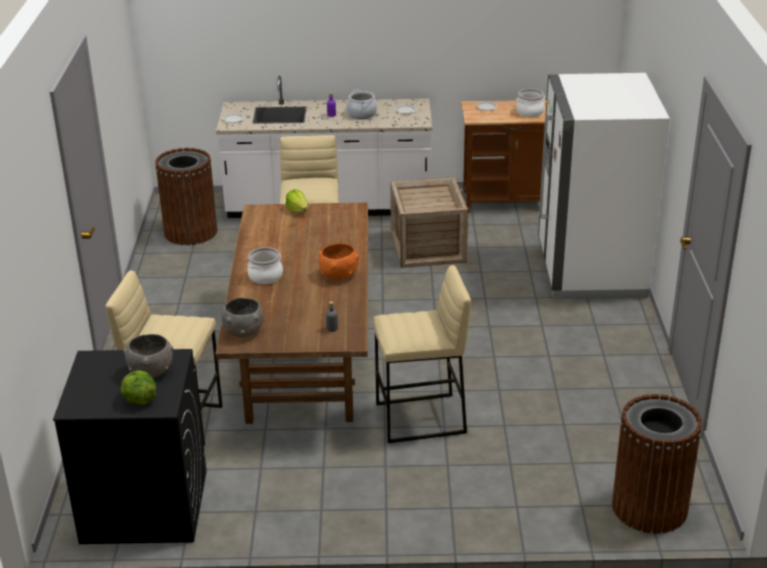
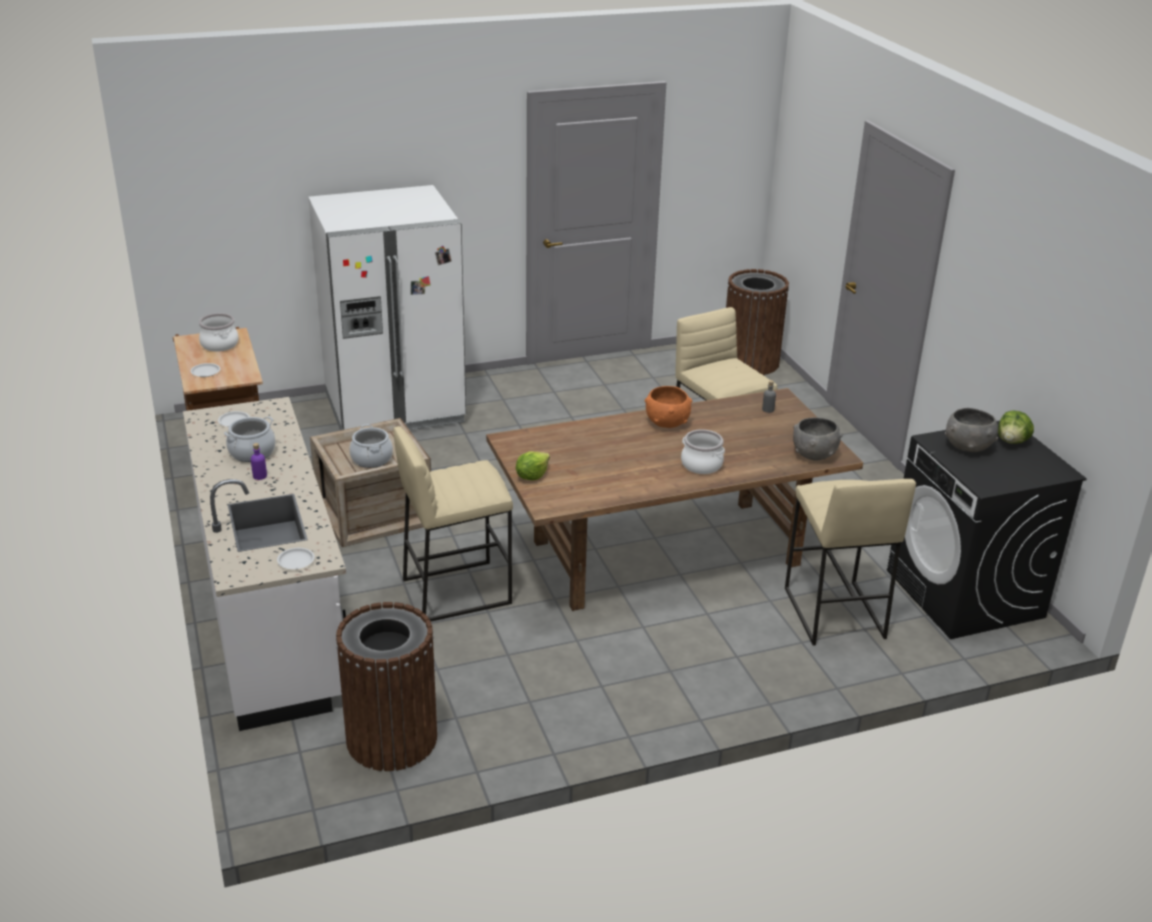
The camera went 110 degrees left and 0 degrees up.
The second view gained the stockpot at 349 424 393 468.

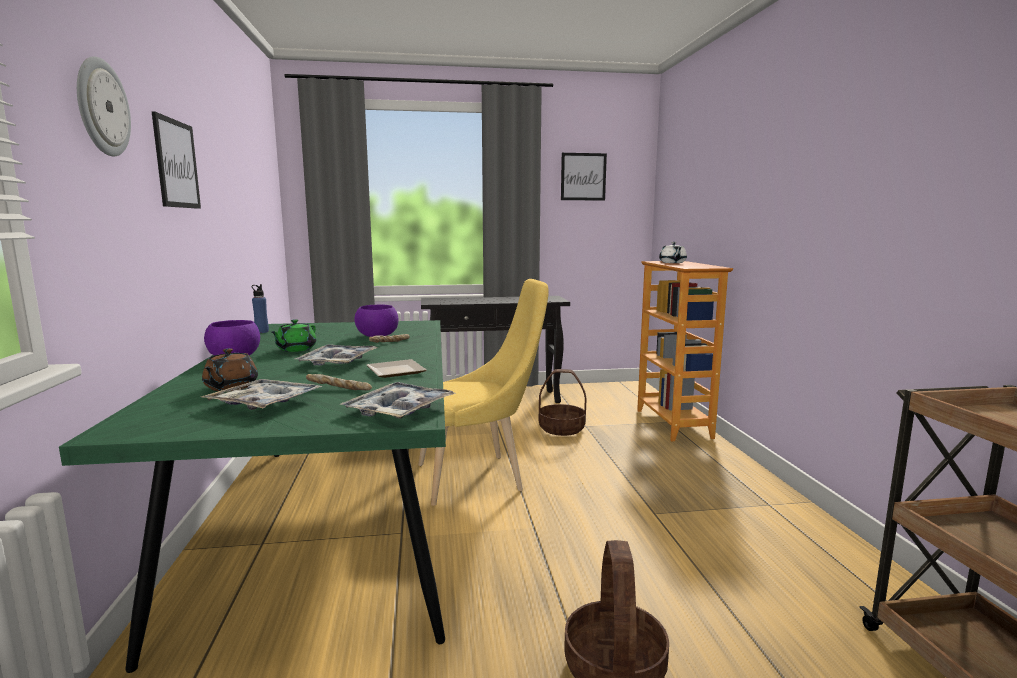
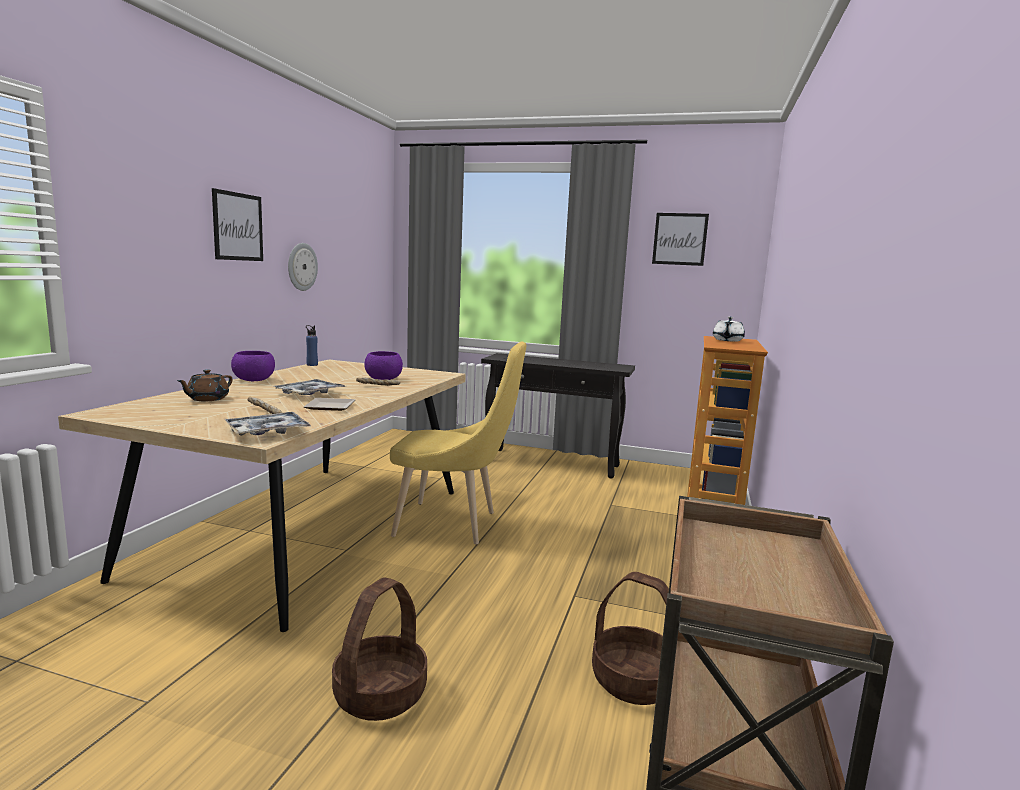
The camera went 25 degrees right and 0 degrees up.
The second view lost the tray at 201 379 322 410.
The second view lost the pot for tea (greenish) at 271 319 317 352.
The wall clock ended up elsewhere, having gone from 77 56 131 156 to 288 243 318 291.
The household basket ended up elsewhere, having gone from 539 369 587 436 to 592 572 669 705.
What was the dinner table (greenish) at 59 320 446 673 turned into the dinner table (beige) at 58 360 466 632.

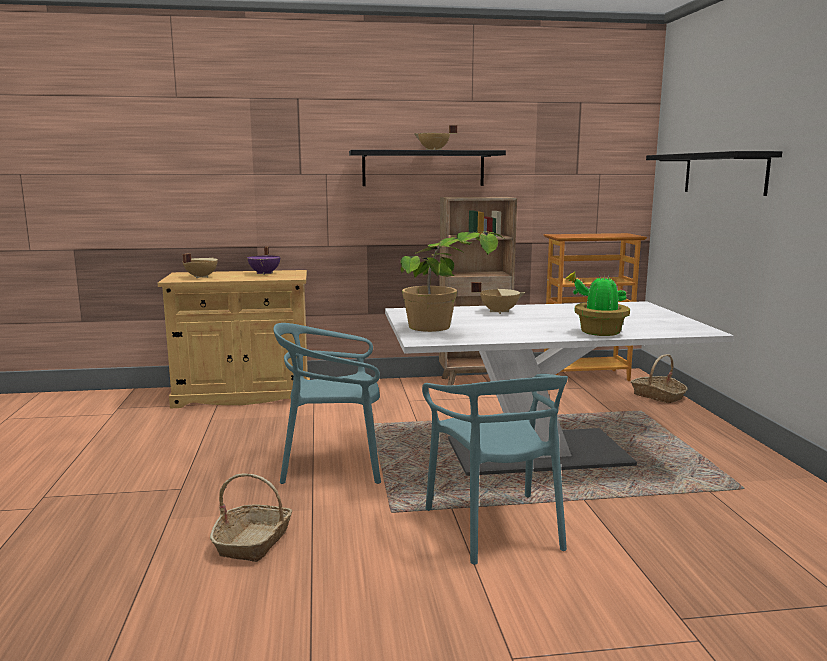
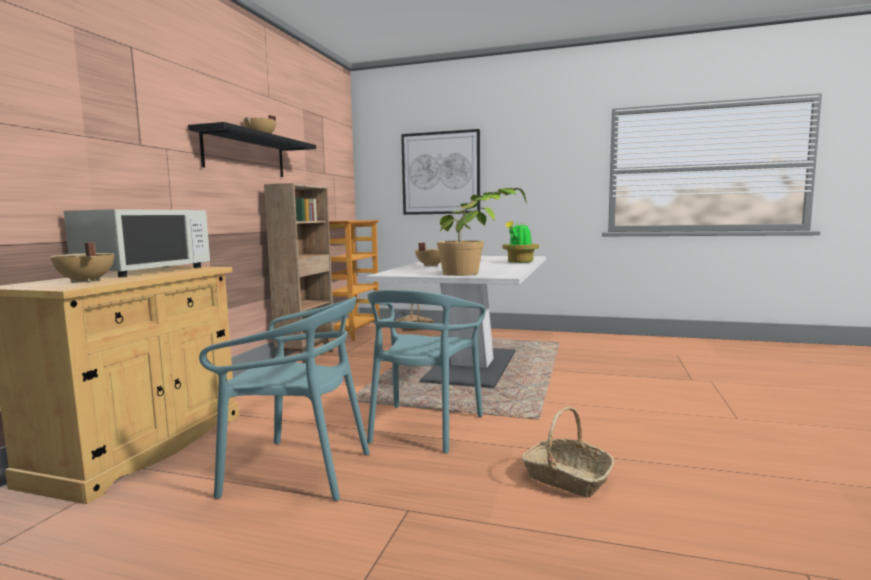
The camera went 65 degrees left and 5 degrees down.
The chair (blue-green) ended up elsewhere, having gone from 422 374 568 565 to 199 297 370 501.
Where the stockpot (purple) stood at 247 246 281 275, the microwave oven (white) came to stand at 64 209 210 277.
Where the wall shelf (black-coloured) hung at 646 151 782 196, the wall art came to hang at 401 129 480 215.

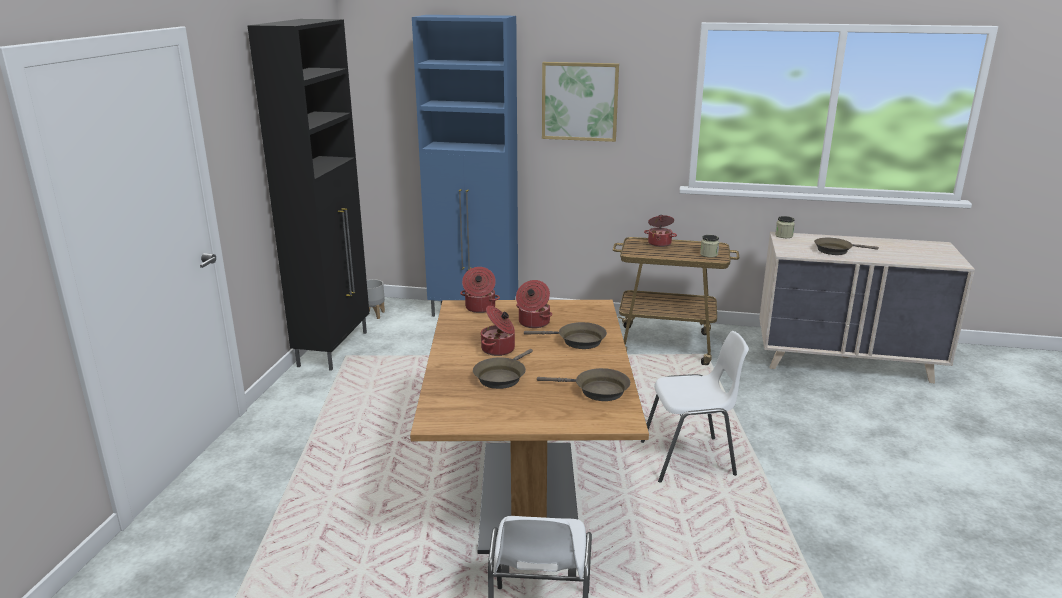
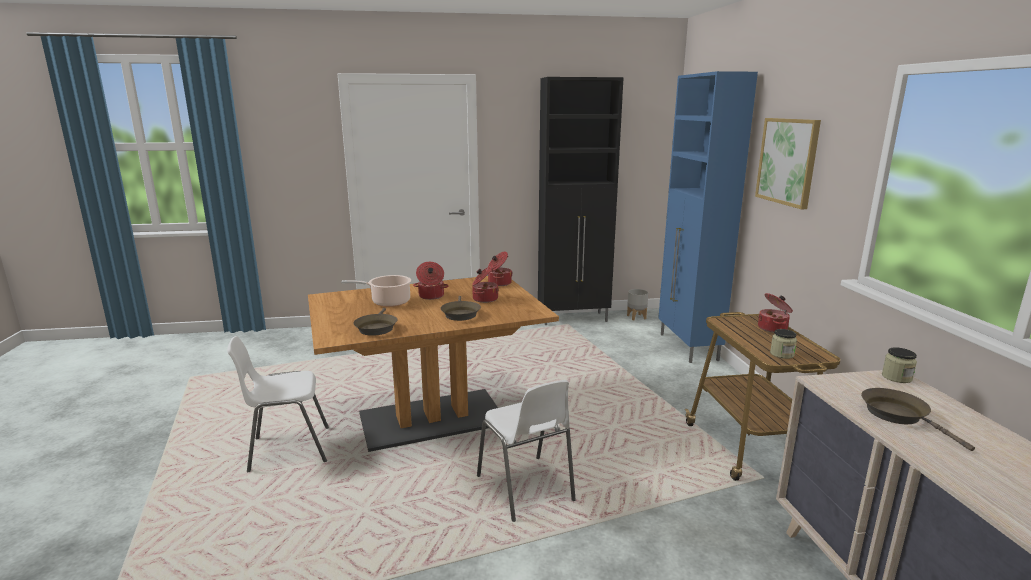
The camera went 70 degrees right and 5 degrees down.
Where the frying pan (brown-coloured) stood at 473 349 533 389, the stockpot came to stand at 341 275 411 307.

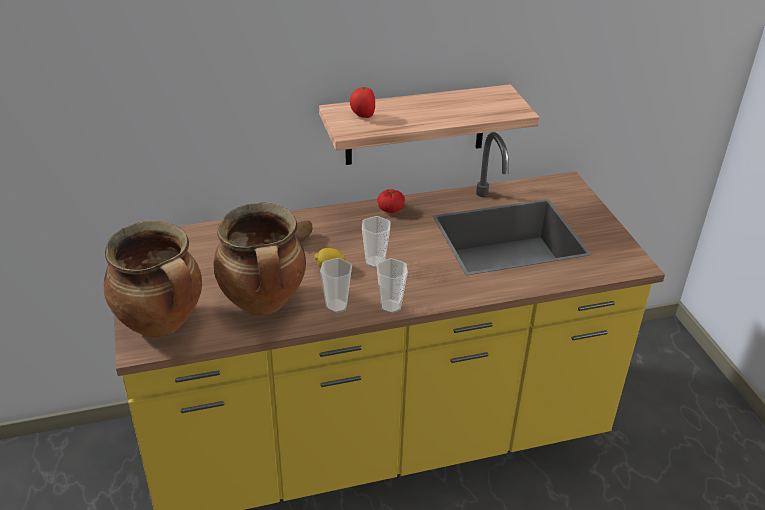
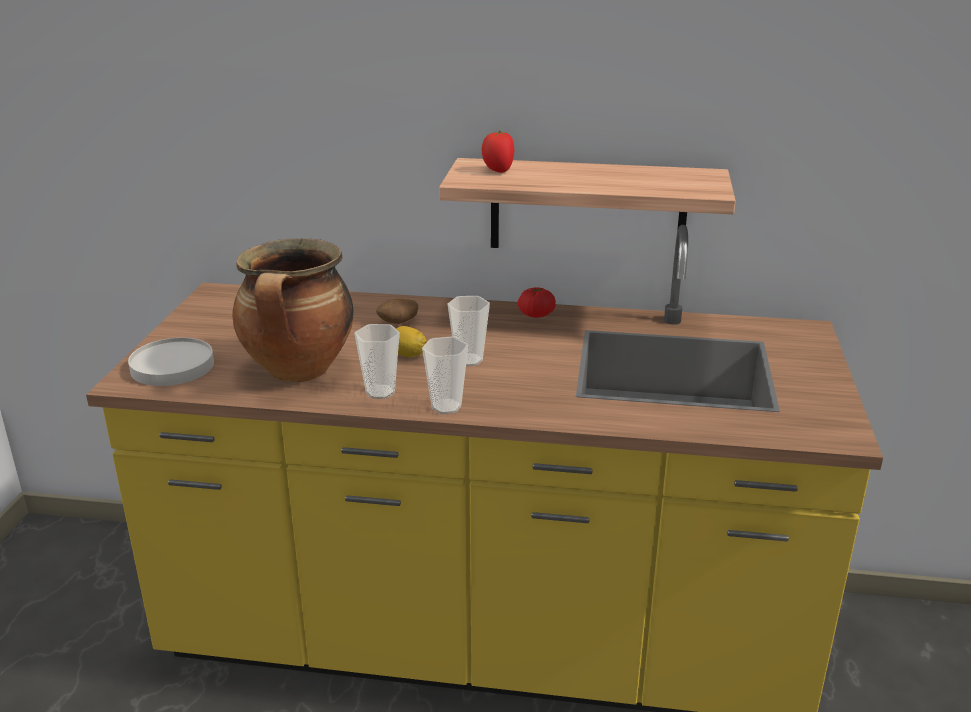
The camera went 25 degrees right and 10 degrees down.
Where the stockpot stood at 104 221 202 338, the dinner plate (white) came to stand at 128 337 214 386.

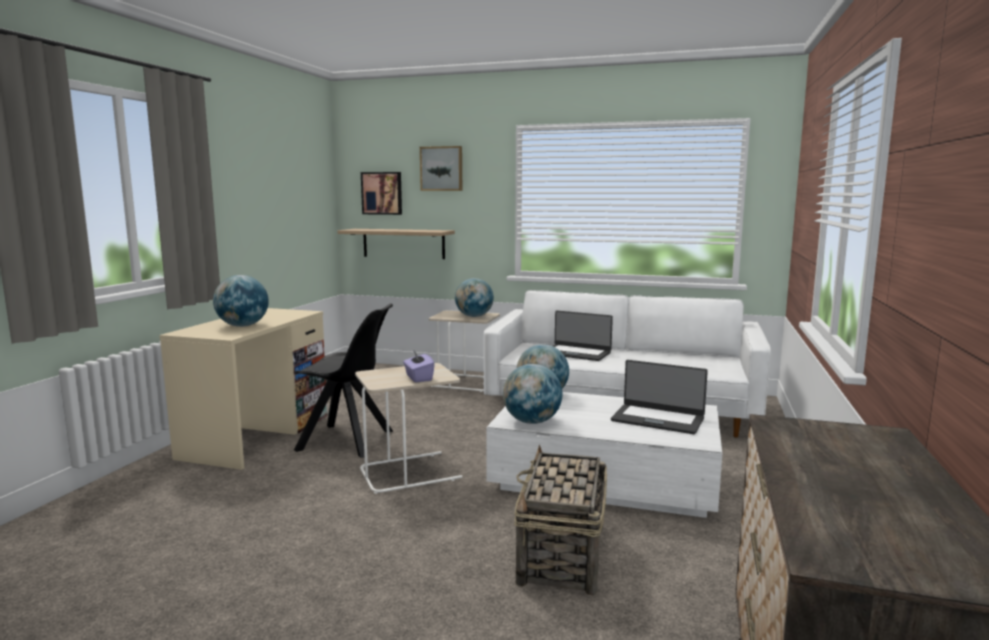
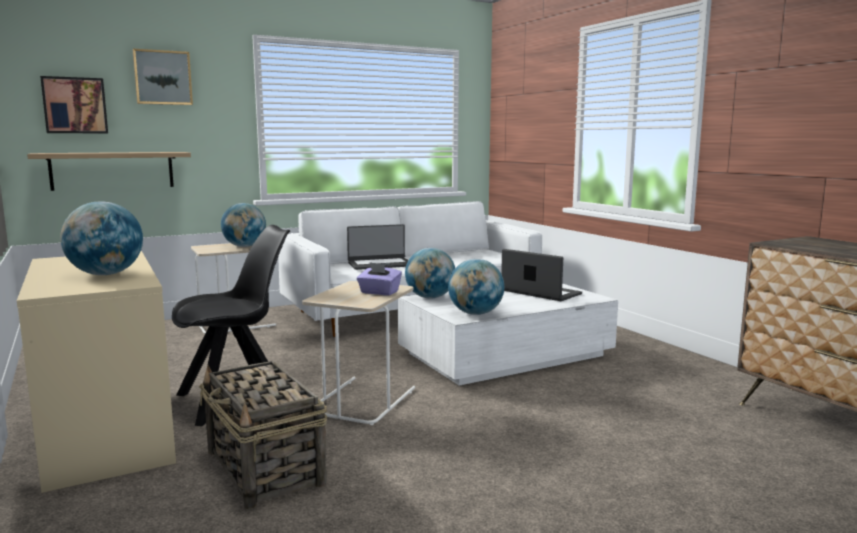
The camera went 45 degrees left and 0 degrees up.
The household basket ended up elsewhere, having gone from 514 445 607 595 to 199 361 327 509.
The laptop at 611 360 708 434 ended up facing another way, 120 degrees counterclockwise from before.

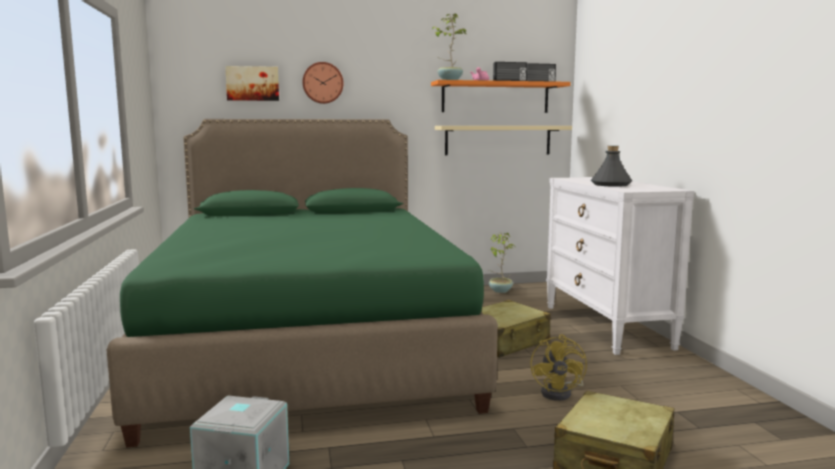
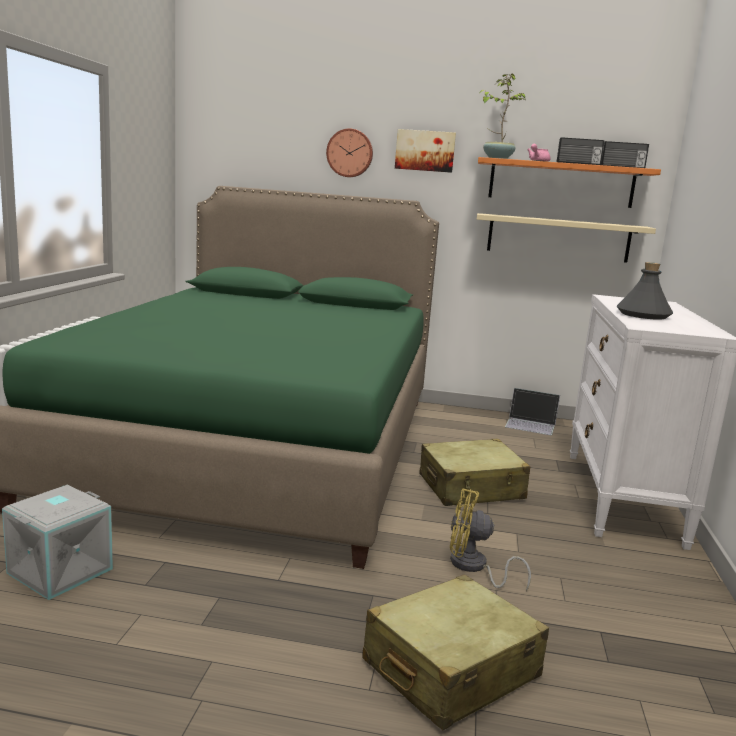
The camera went 20 degrees right and 5 degrees up.
The wall art ended up elsewhere, having gone from 225 66 279 101 to 395 129 456 173.
Where the houseplant stood at 489 232 515 293, the laptop came to stand at 505 388 560 435.
The electric fan (yellowish) at 530 334 587 401 ended up facing another way, 75 degrees clockwise from before.

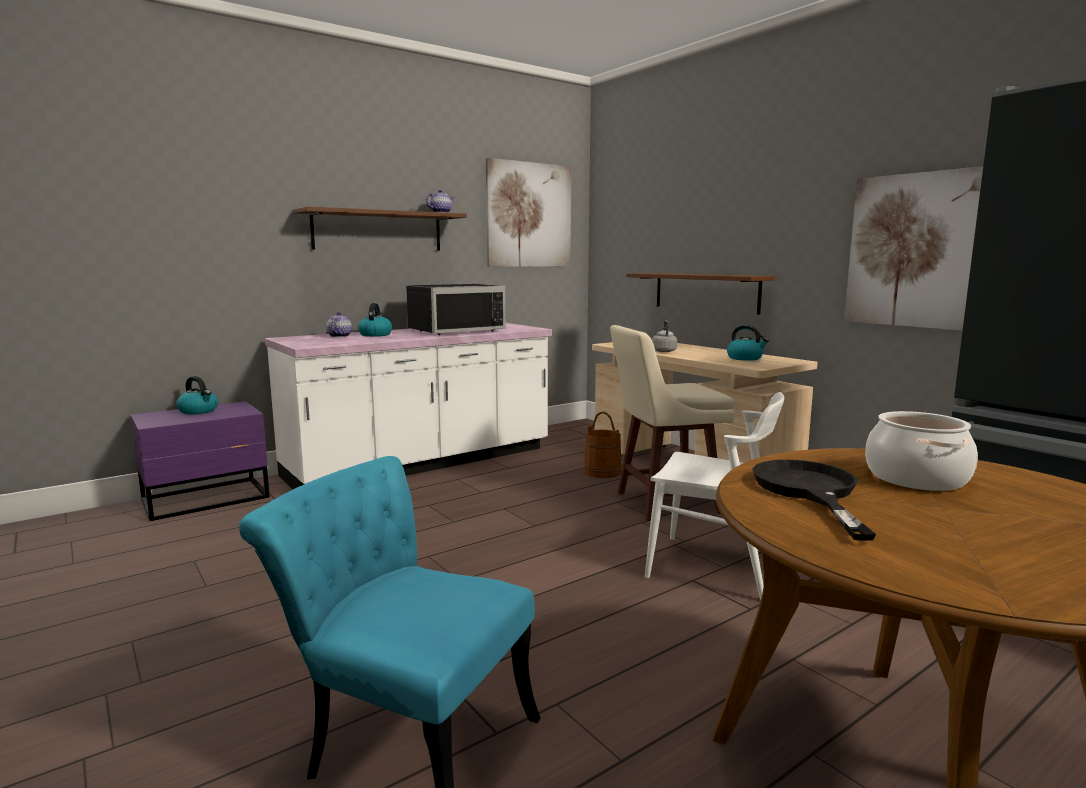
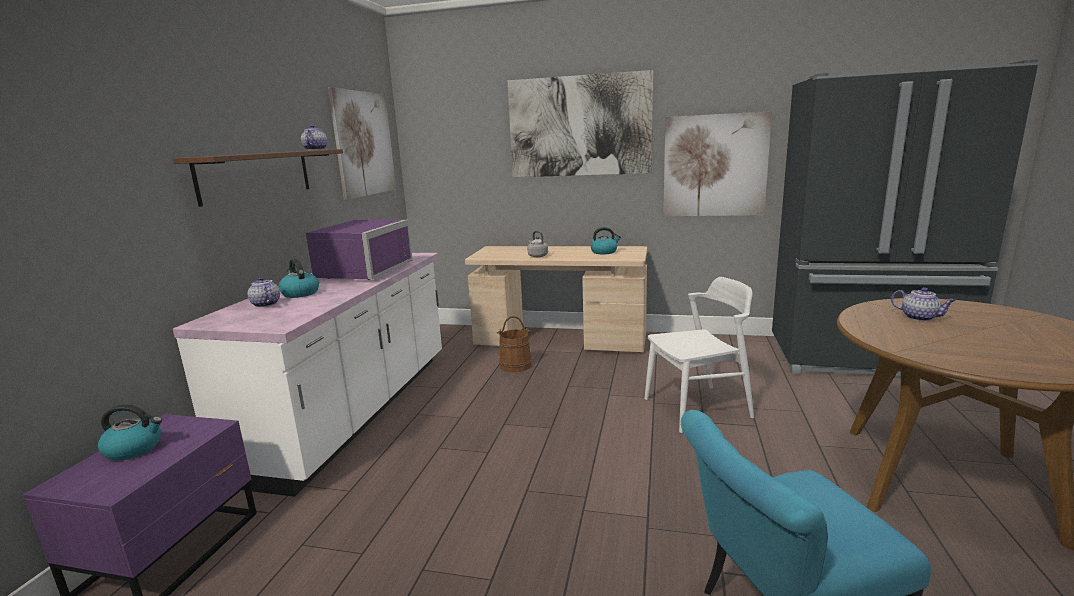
The camera went 40 degrees left and 5 degrees up.
The second view lost the sitting stool (beige) at 610 325 735 521.
The second view lost the wall shelf (brown-coloured) at 626 273 775 315.
The second view lost the frying pan (black-coloured) at 753 460 876 541.
The second view gained the wall art at 507 70 653 177.
Where the stockpot stood at 865 411 978 491, the pot for tea came to stand at 891 287 956 321.
What was the microwave oven (black-coloured) at 406 284 506 335 turned into the microwave oven (purple) at 306 220 413 280.

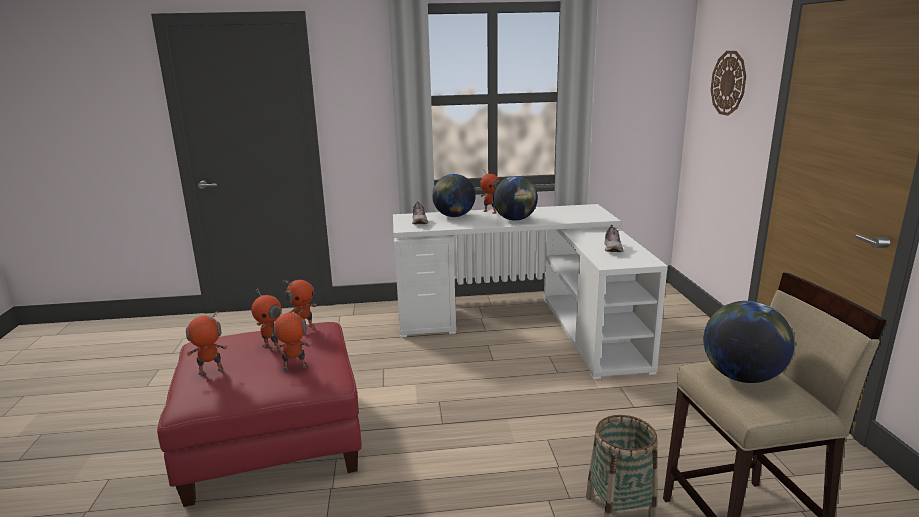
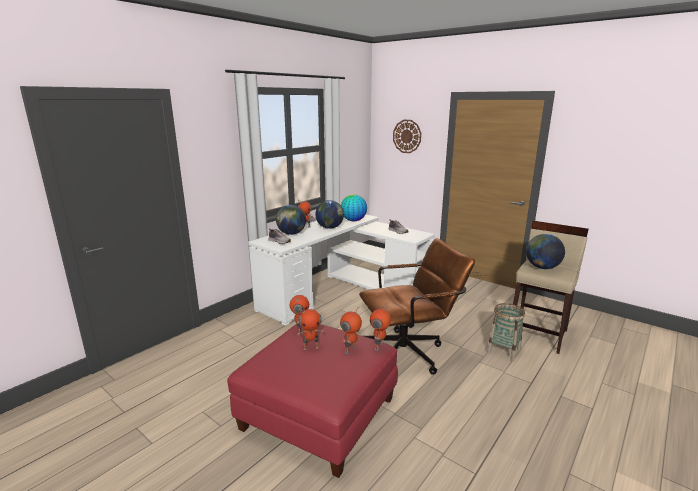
The camera went 45 degrees left and 0 degrees up.
The second view gained the globe at 341 195 367 221.
The second view gained the office chair (brown-coloured) at 359 238 475 375.
The robot figure ended up elsewhere, having gone from 186 312 228 375 to 370 304 391 351.

